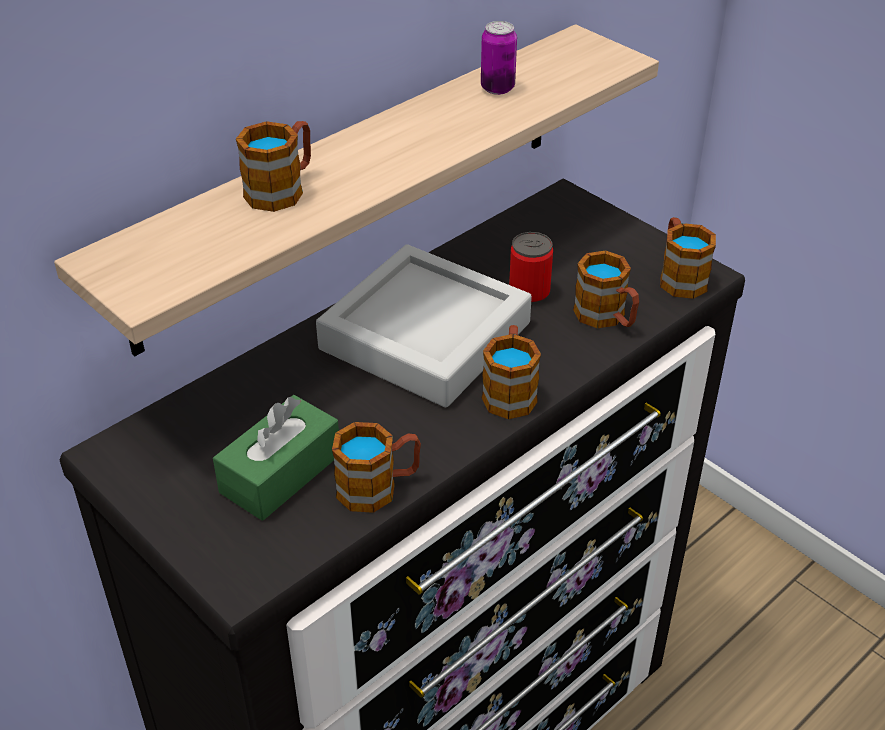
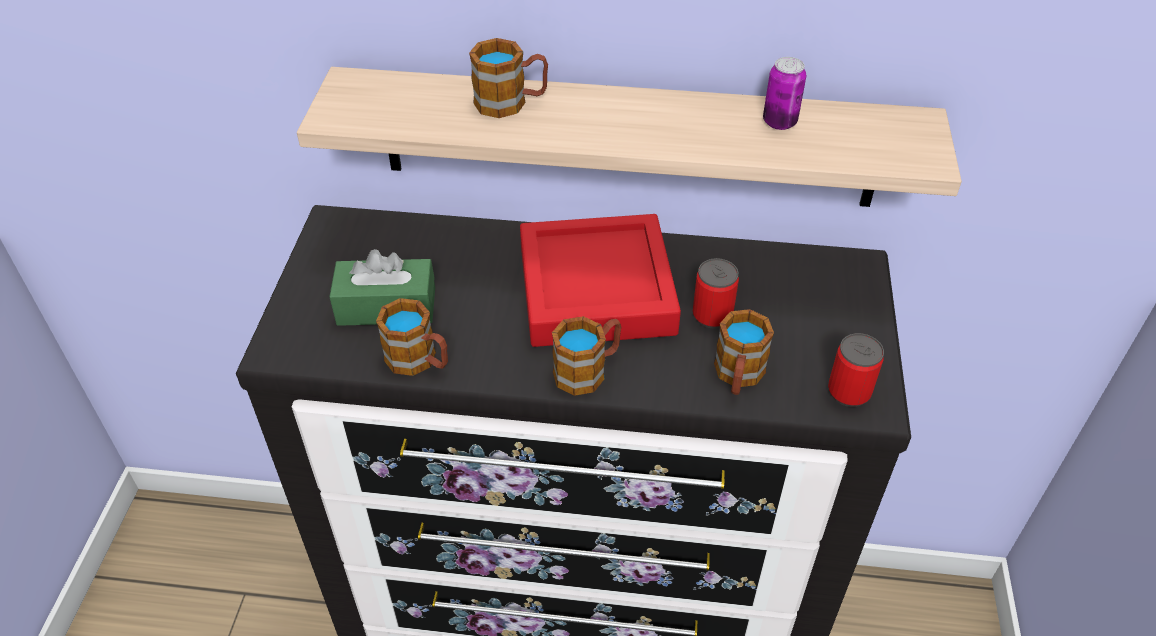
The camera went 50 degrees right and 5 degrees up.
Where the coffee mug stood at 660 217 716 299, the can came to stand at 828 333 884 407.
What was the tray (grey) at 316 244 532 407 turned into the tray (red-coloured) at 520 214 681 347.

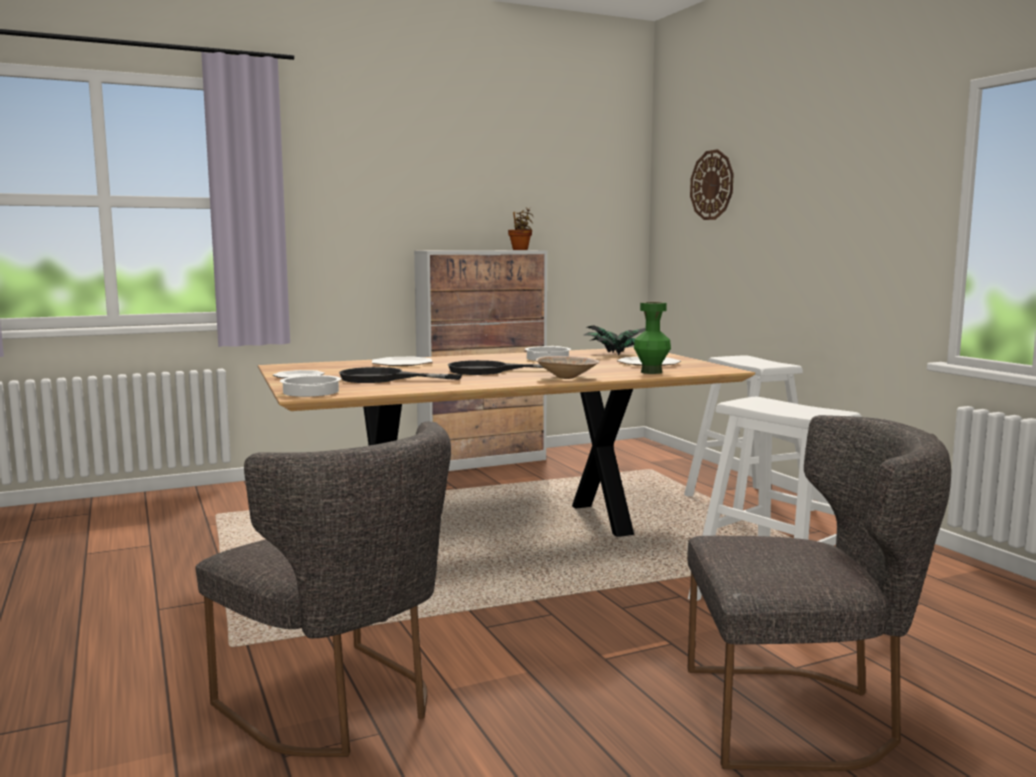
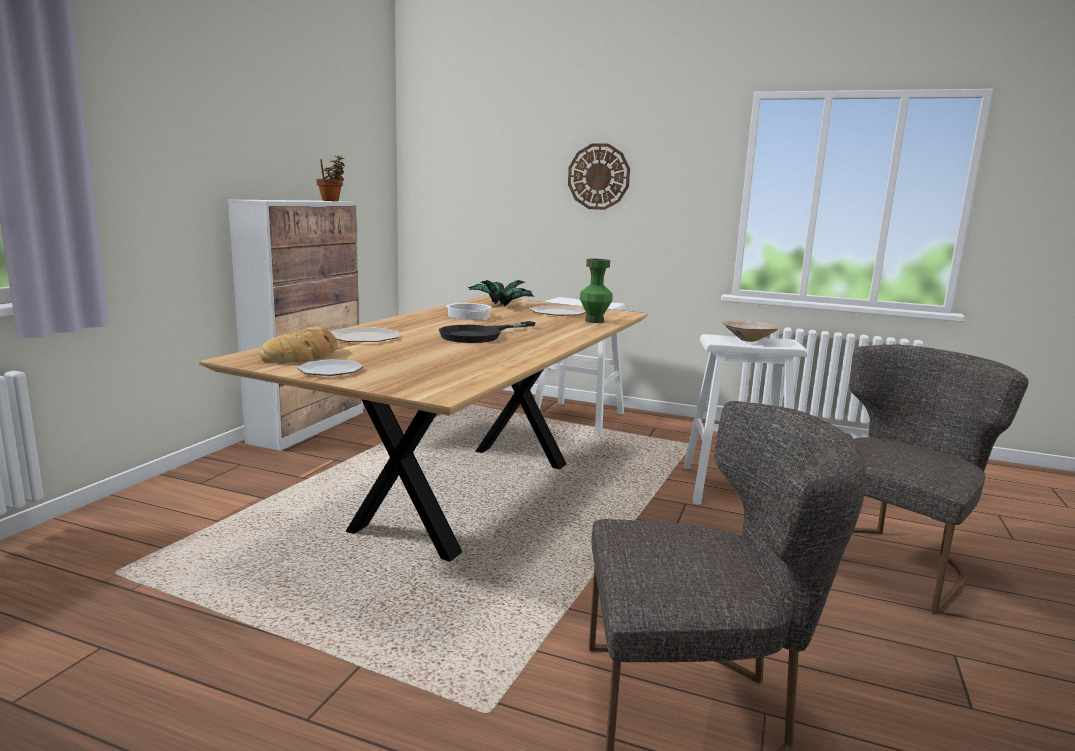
The camera went 45 degrees left and 5 degrees up.
The second view lost the stockpot at 280 374 341 397.
The second view lost the frying pan (black-coloured) at 339 367 462 383.
The second view gained the baked bread at 259 326 337 362.
The bowl (beige) ended up elsewhere, having gone from 536 356 600 379 to 722 320 780 342.
The wall clock ended up elsewhere, having gone from 690 149 734 220 to 568 143 630 210.

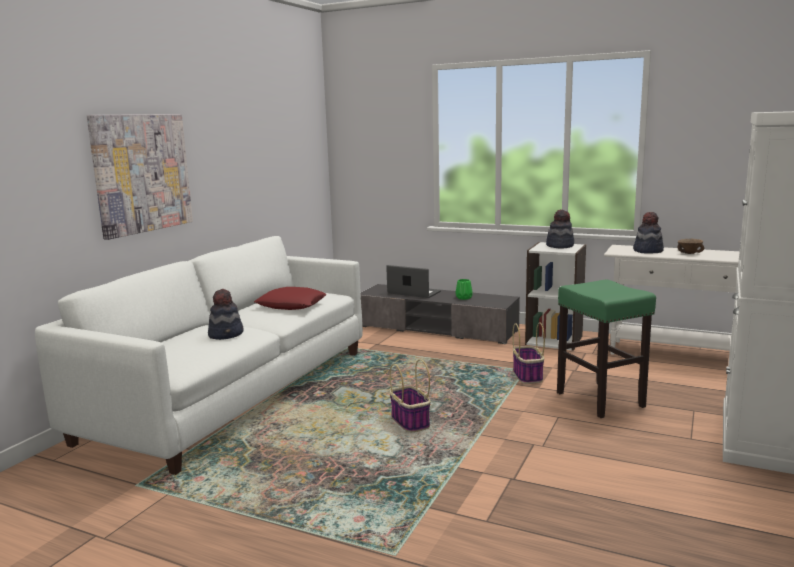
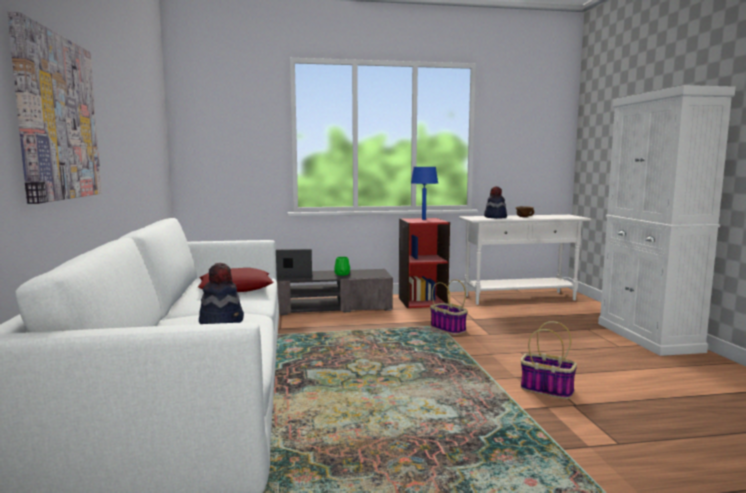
The camera went 35 degrees left and 5 degrees down.
The second view lost the sitting stool (greenish) at 557 280 656 418.
The household basket ended up elsewhere, having gone from 389 359 431 432 to 521 321 577 399.
Where the clothing hat stood at 546 210 574 248, the table lamp (bluish) came to stand at 411 167 438 220.
What was the bookshelf (white) at 525 242 586 351 turned into the bookshelf (red-coloured) at 399 218 450 308.

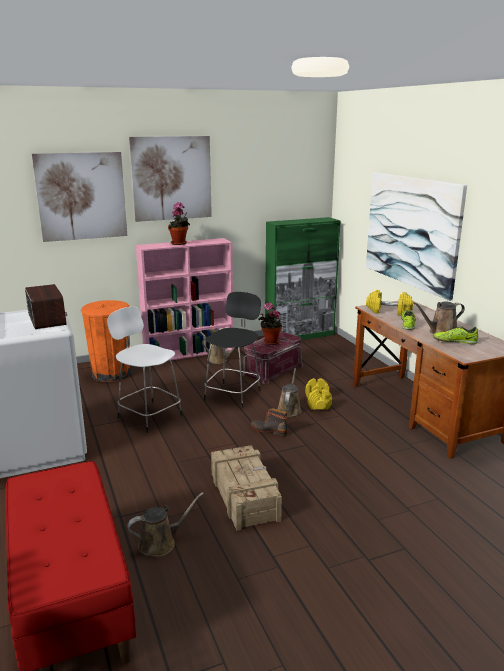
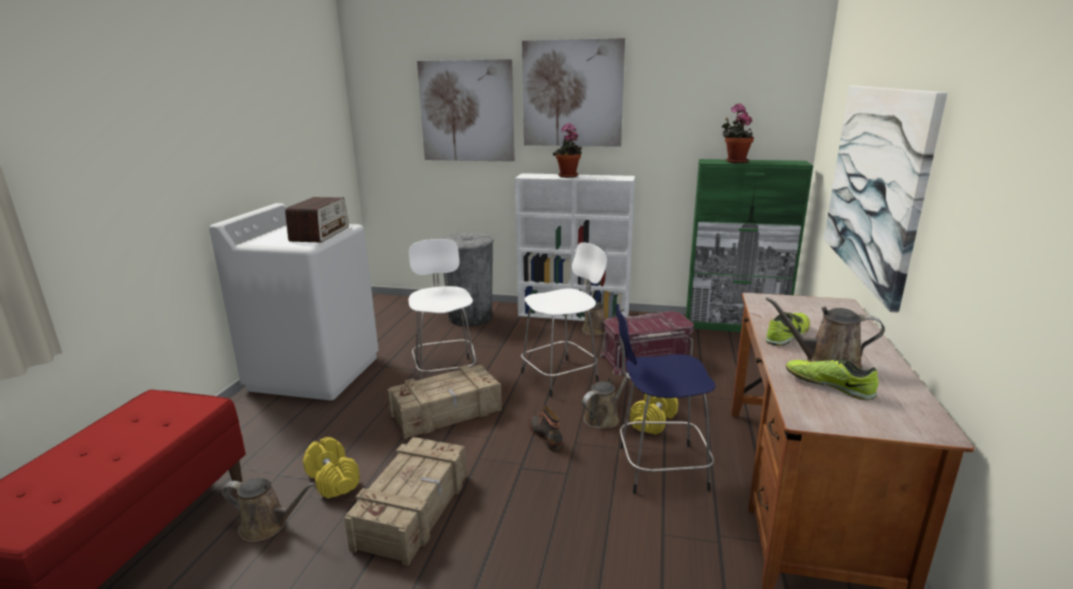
The camera went 35 degrees right and 0 degrees up.
The second view gained the crate at 387 364 502 439.
The second view gained the sitting stool (bluish) at 616 304 716 494.
The houseplant ended up elsewhere, having gone from 259 302 282 345 to 722 103 754 163.
The hand weight (yellowish) ended up elsewhere, having gone from 366 290 413 315 to 303 437 360 499.
What was the waste bin (orange) at 81 300 131 382 turned into the waste bin (grey) at 441 233 494 326.
What was the bookshelf (pinkish) at 136 238 233 361 turned into the bookshelf (white) at 515 173 635 321.
What was the sitting stool (black-coloured) at 204 292 261 408 turned into the sitting stool (white) at 521 242 607 397.

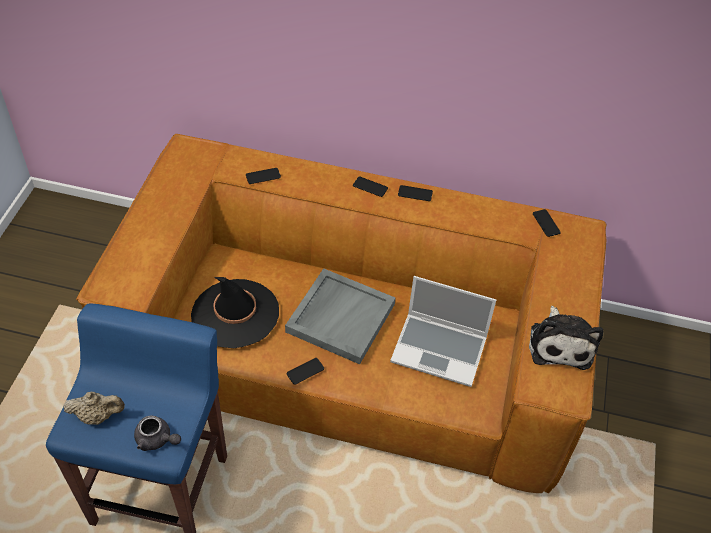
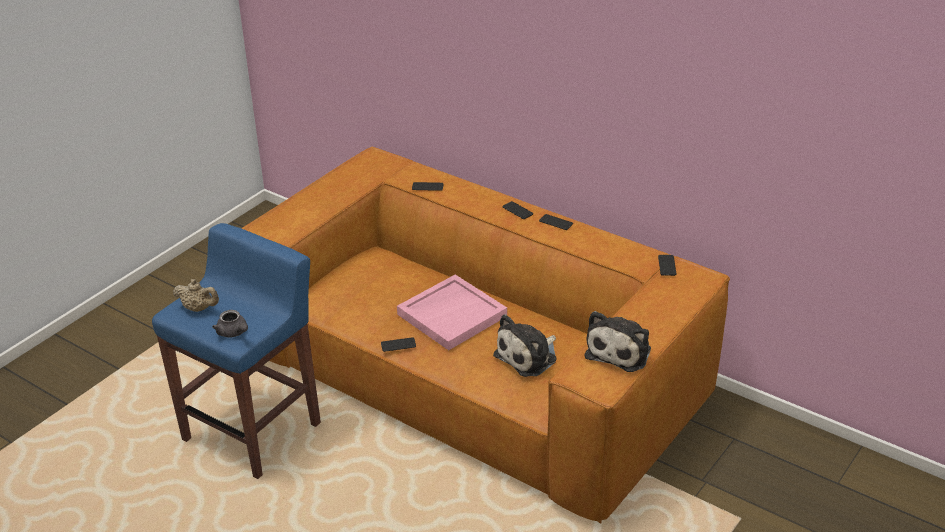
The camera went 25 degrees right and 15 degrees down.
The second view lost the clothing hat (black-coloured) at 191 277 279 348.
Where the laptop stood at 390 276 496 387, the plush toy came to stand at 493 314 557 377.
What was the tray (grey) at 285 268 396 364 turned into the tray (pinkish) at 397 275 507 350.

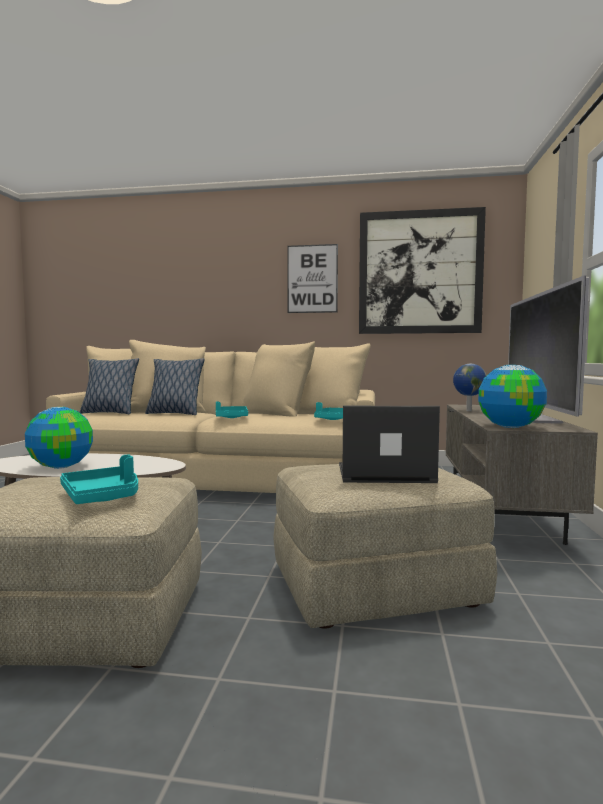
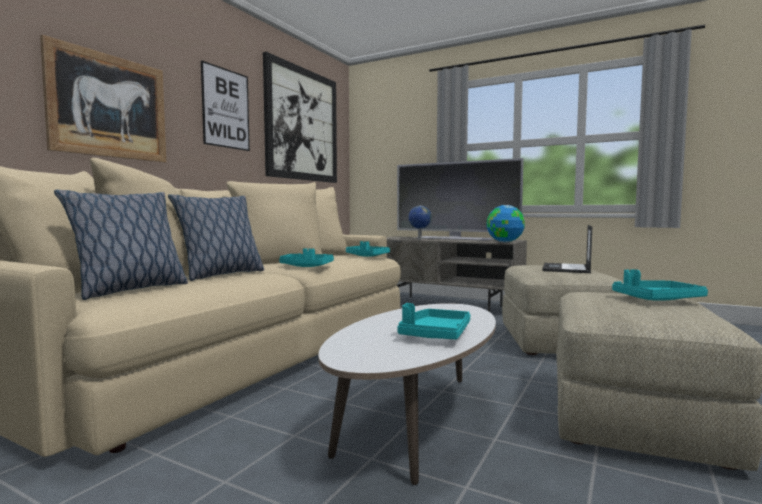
The camera went 70 degrees left and 0 degrees up.
The second view gained the wall art at 40 35 166 163.
Where the globe stood at 25 407 93 469, the tray (blue-green) came to stand at 397 303 470 340.

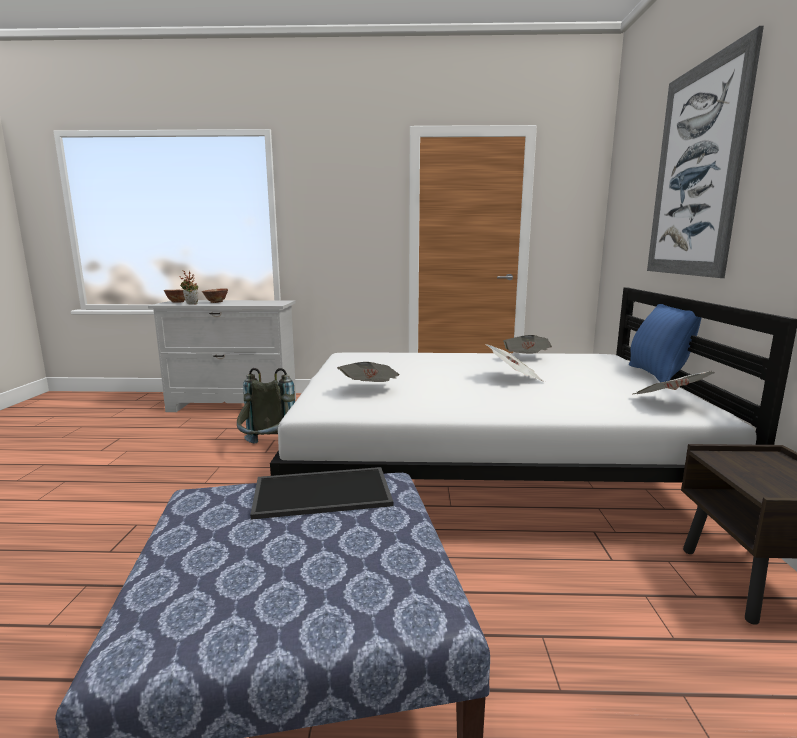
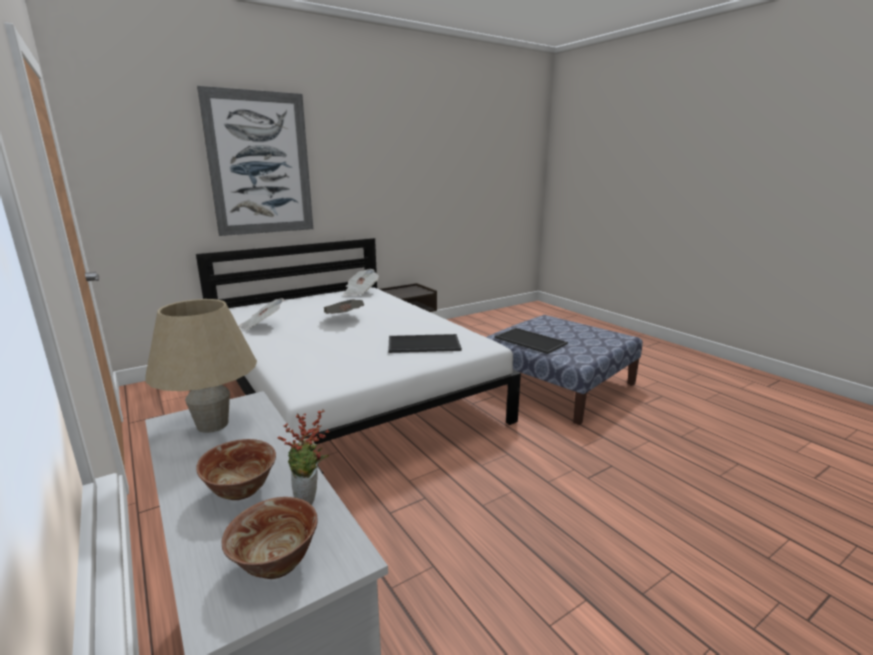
The camera went 125 degrees left and 5 degrees up.
The second view lost the knapsack (grey) at 237 368 295 443.
The second view lost the pillow (bluish) at 629 304 701 382.
The second view gained the table lamp (beige) at 145 299 257 433.
Where the newspaper stood at 337 362 399 382, the tray came to stand at 388 334 462 353.

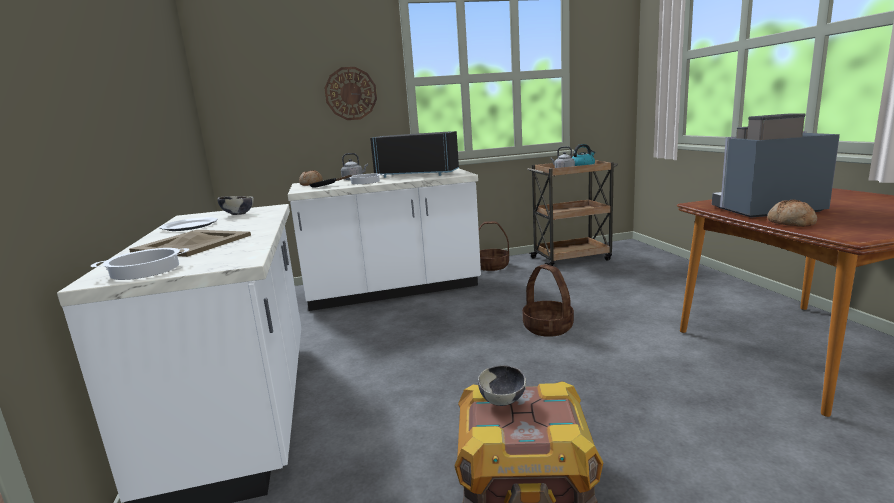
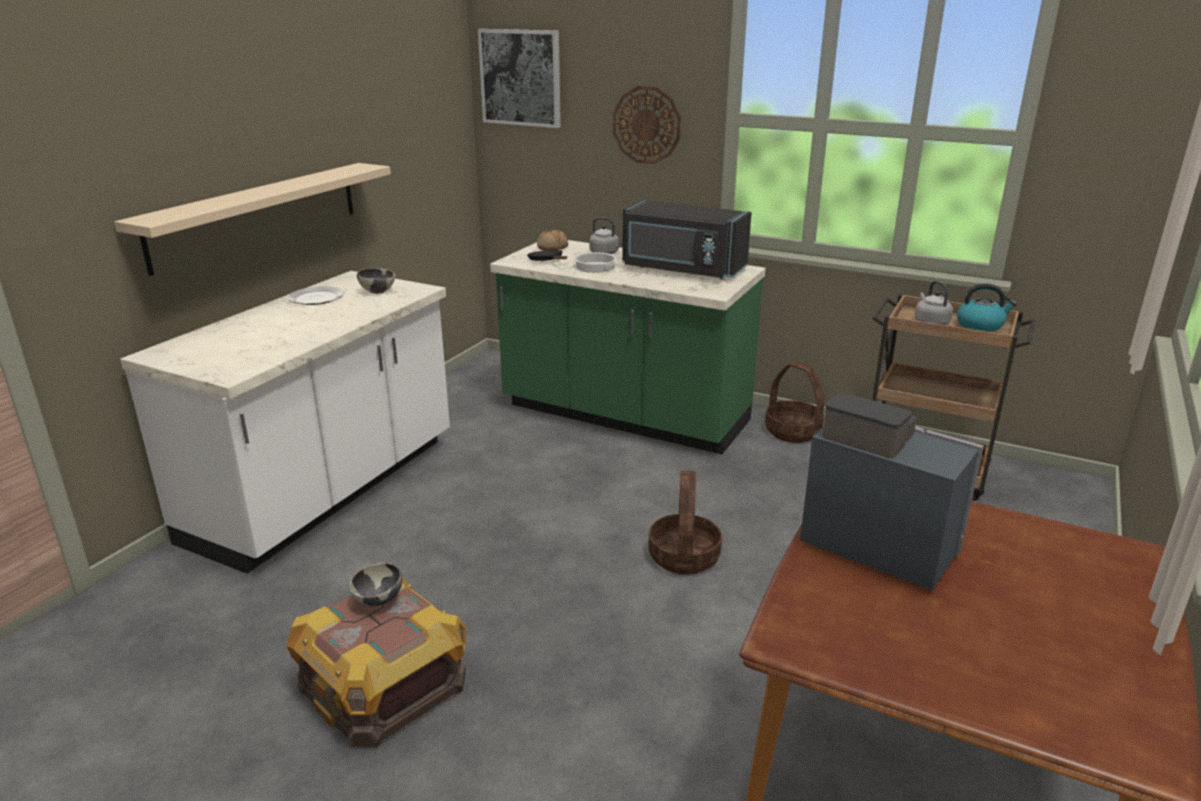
The camera went 40 degrees right and 10 degrees up.
The second view lost the stockpot at 91 248 189 280.
The second view lost the tray (beige) at 129 230 251 257.
The second view lost the baked bread at 767 200 817 227.
The second view gained the wall shelf (beige) at 114 163 391 276.
The second view gained the wall art at 478 29 561 128.
What was the counter (white) at 287 168 481 311 turned into the counter (greenish) at 490 240 766 454.
The microwave oven (black-coloured) at 370 131 459 178 ended up facing another way, 150 degrees clockwise from before.

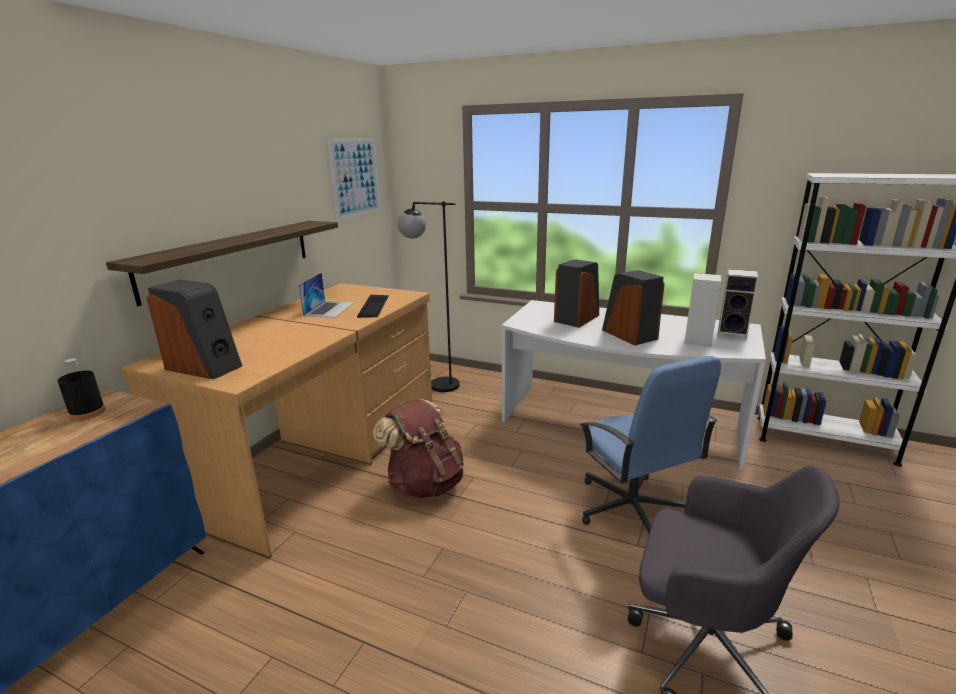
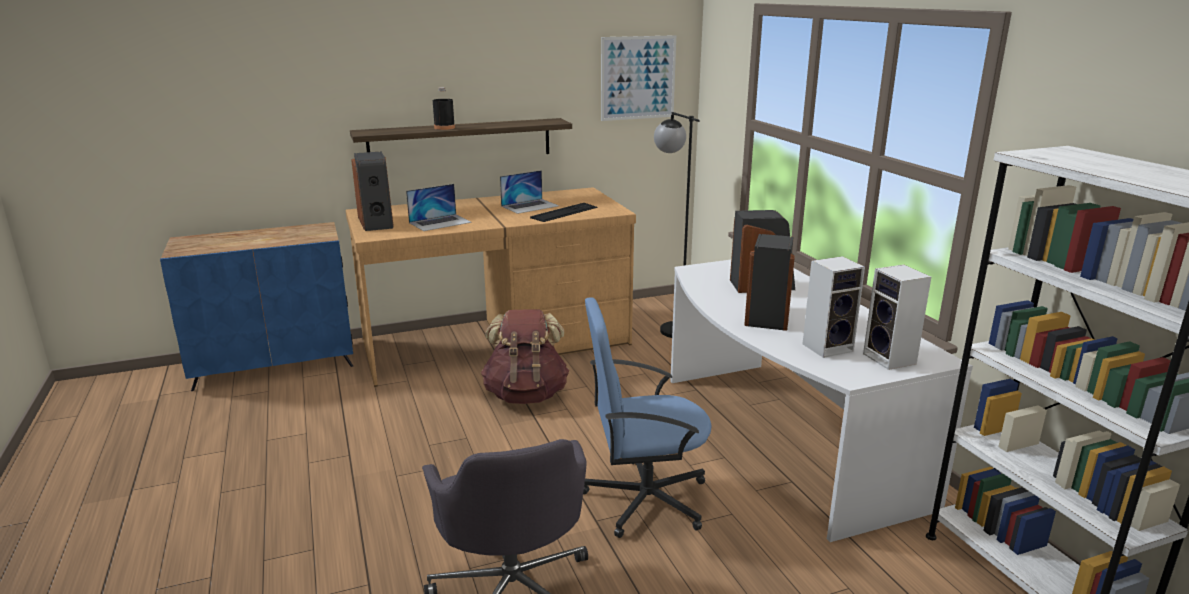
The camera went 45 degrees right and 0 degrees up.
The second view gained the laptop at 406 184 472 231.
The bottle (black-coloured) ended up elsewhere, having gone from 57 358 106 421 to 433 87 455 130.
The office chair (bluish) at 579 356 721 533 ended up facing another way, 60 degrees clockwise from before.

